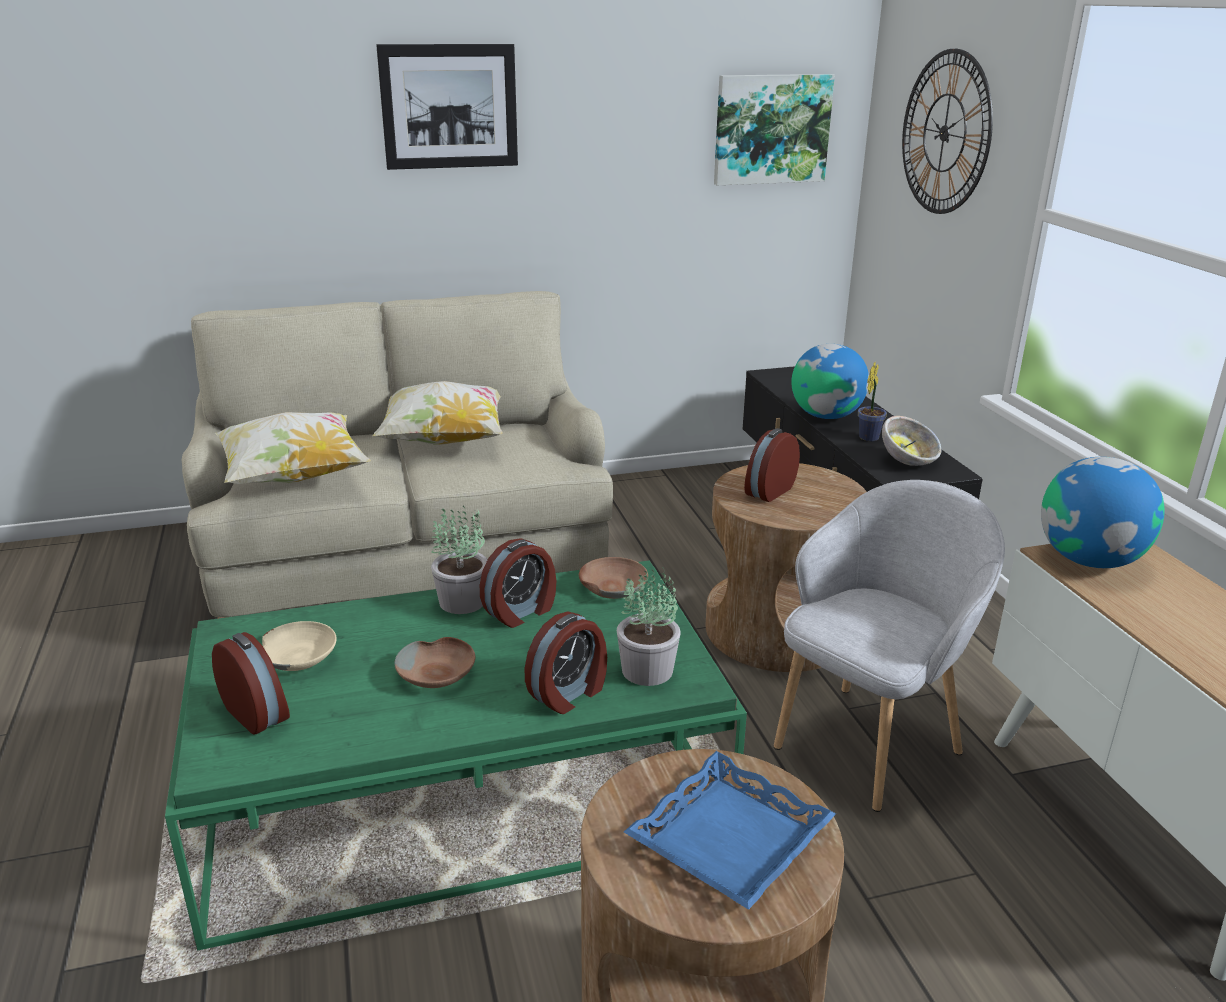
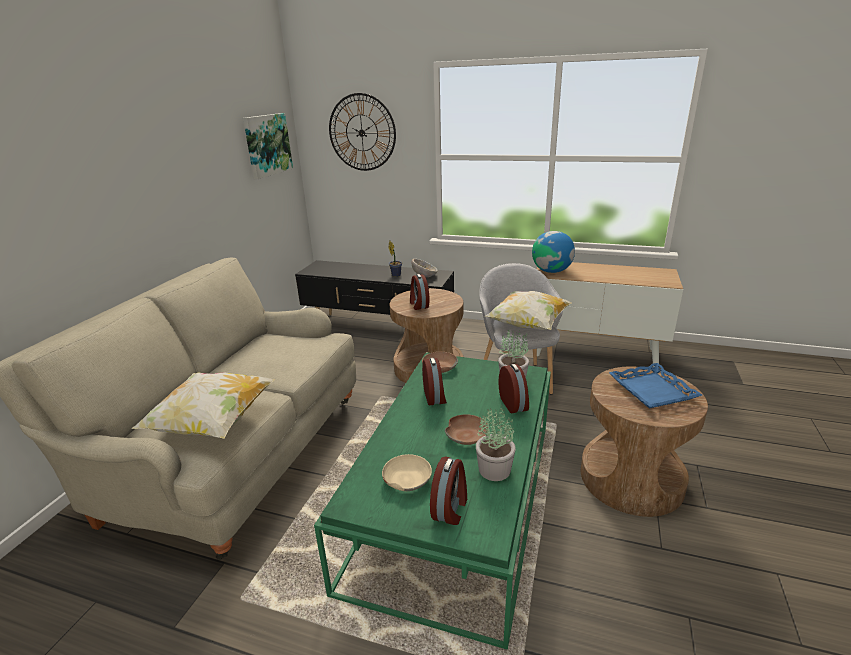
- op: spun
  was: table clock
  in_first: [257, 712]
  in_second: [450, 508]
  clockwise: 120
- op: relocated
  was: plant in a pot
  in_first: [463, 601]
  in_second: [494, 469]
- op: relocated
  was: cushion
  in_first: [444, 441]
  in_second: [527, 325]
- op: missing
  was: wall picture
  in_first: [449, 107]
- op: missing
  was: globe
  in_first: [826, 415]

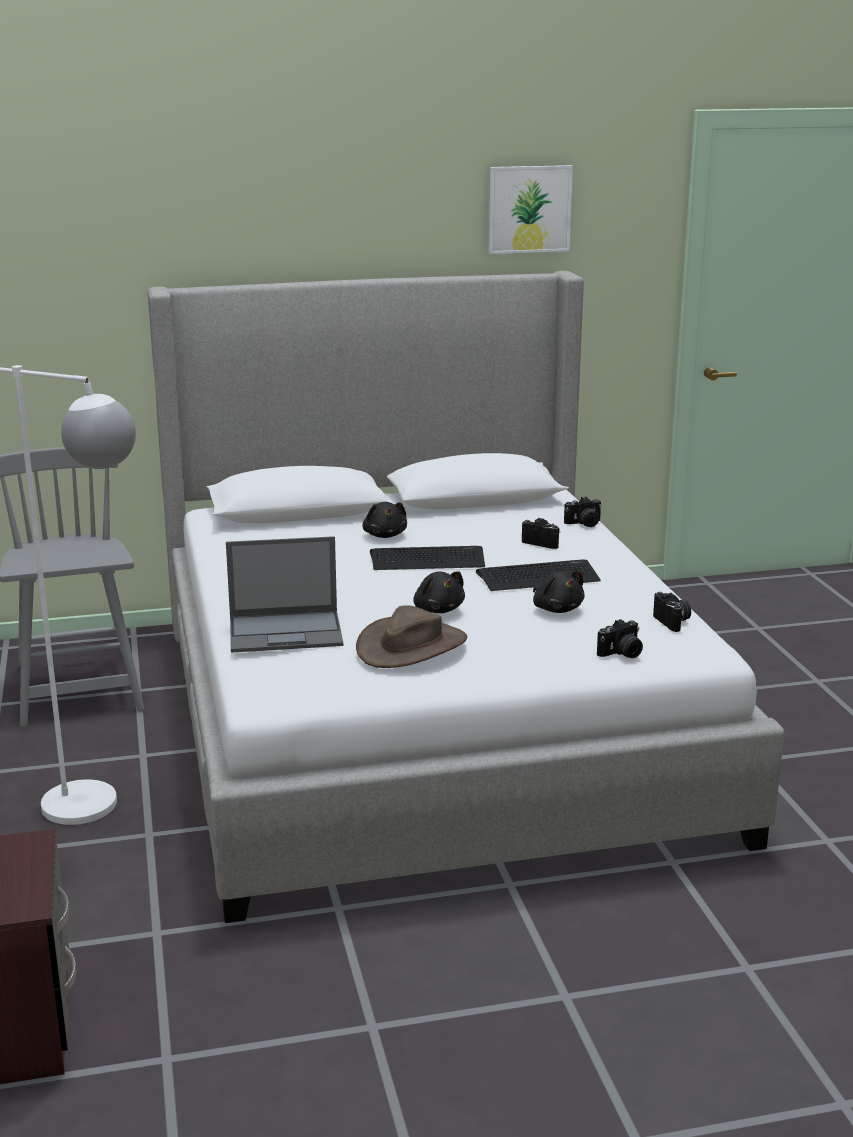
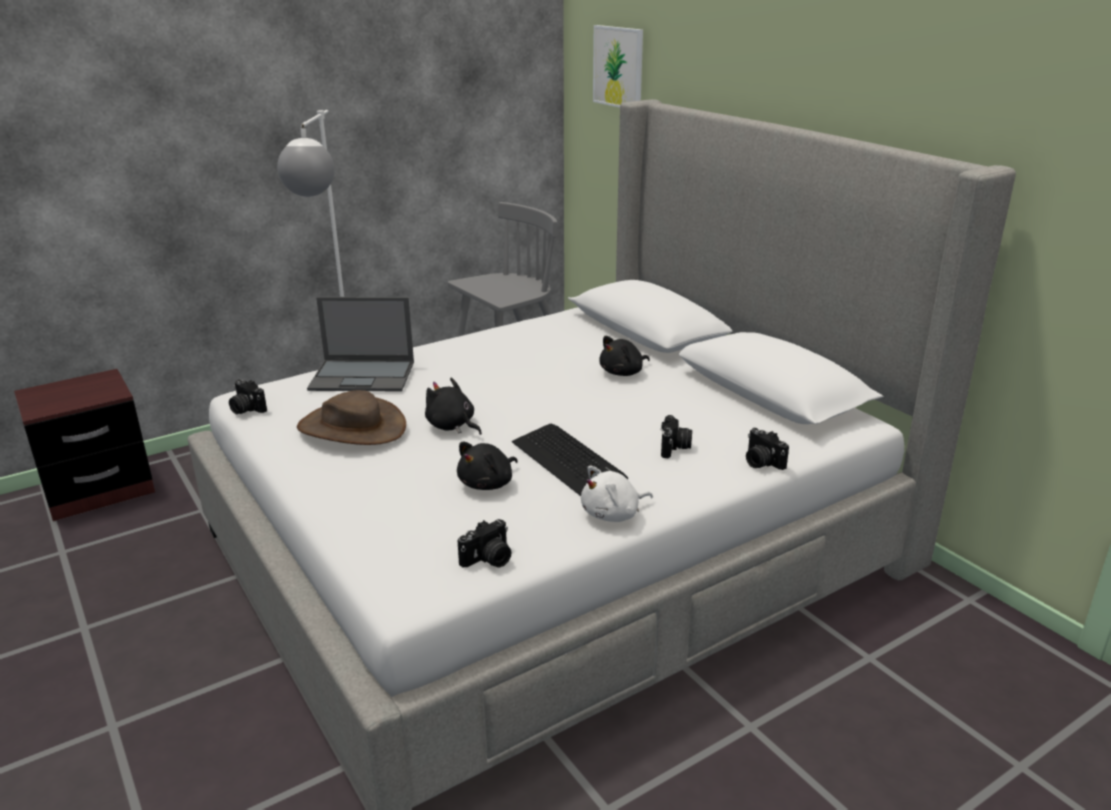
- op: relocated
  was: still camera
  in_first: [621, 653]
  in_second: [246, 409]
- op: spun
  was: laptop
  in_first: [287, 632]
  in_second: [364, 376]
  clockwise: -60
- op: spun
  was: black-coloured plush toy
  in_first: [438, 609]
  in_second: [452, 426]
  clockwise: 90
- op: appeared
  now: whitish plush toy
  in_second: [613, 514]
- op: relocated
  was: wall picture
  in_first: [529, 209]
  in_second: [618, 67]
- op: missing
  was: computer keyboard
  in_first: [427, 560]

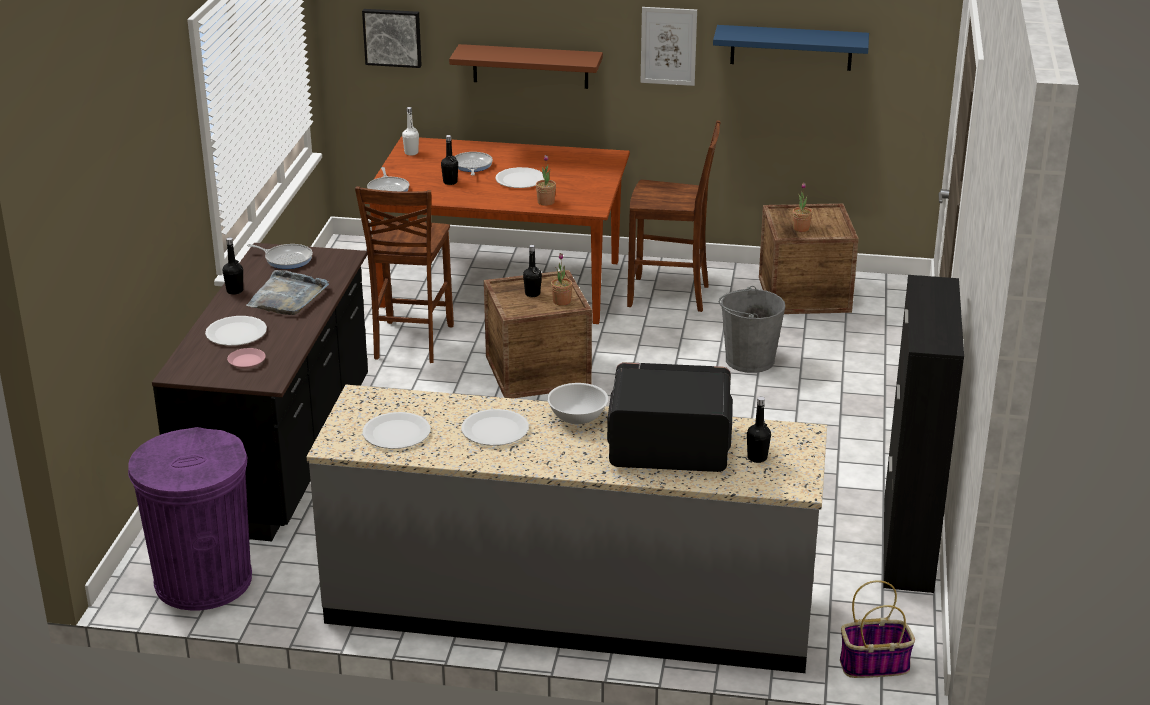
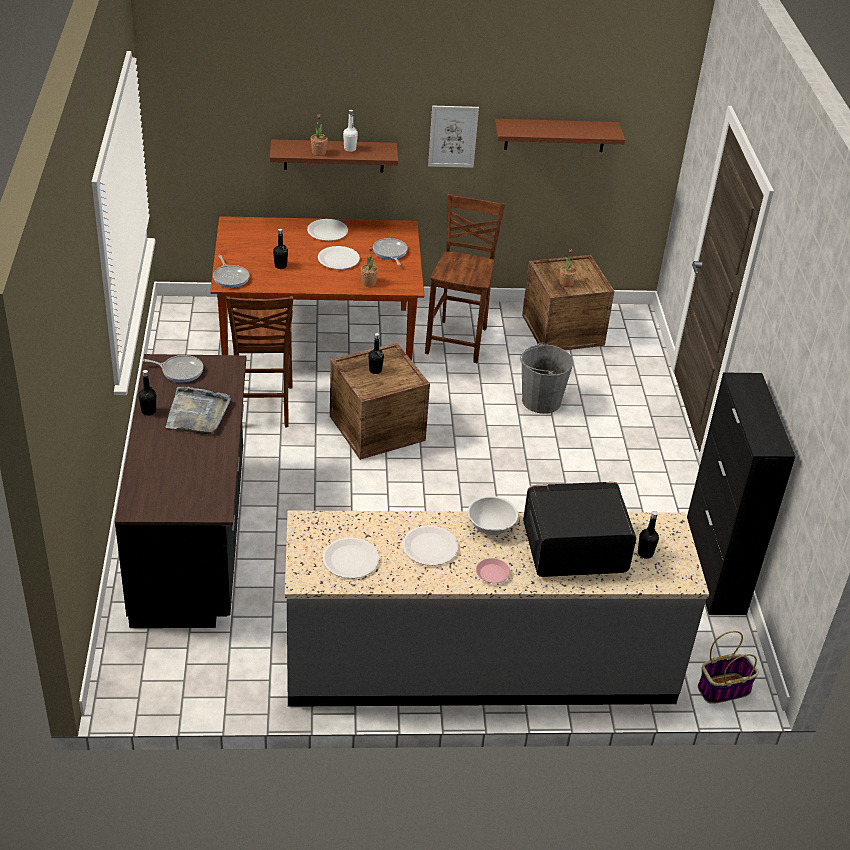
- op: relocated
  was: whitish flat dish
  in_first: [236, 333]
  in_second: [327, 231]
- op: relocated
  was: plant in a pot
  in_first: [561, 301]
  in_second: [319, 153]
- op: relocated
  was: whitish bottle
  in_first: [411, 153]
  in_second: [350, 149]
- op: relocated
  was: frying pan
  in_first: [472, 166]
  in_second: [390, 252]
- op: spun
  was: brownish chair
  in_first: [670, 296]
  in_second: [459, 340]
  clockwise: -75
- op: relocated
  was: pink flat dish
  in_first: [246, 361]
  in_second: [492, 573]
- op: colour
  was: bluish bracket shelf
  now: brownish bracket shelf
  in_first: [791, 47]
  in_second: [555, 135]
- op: missing
  was: purple trash can
  in_first: [203, 581]
- op: missing
  was: wall picture
  in_first: [392, 37]

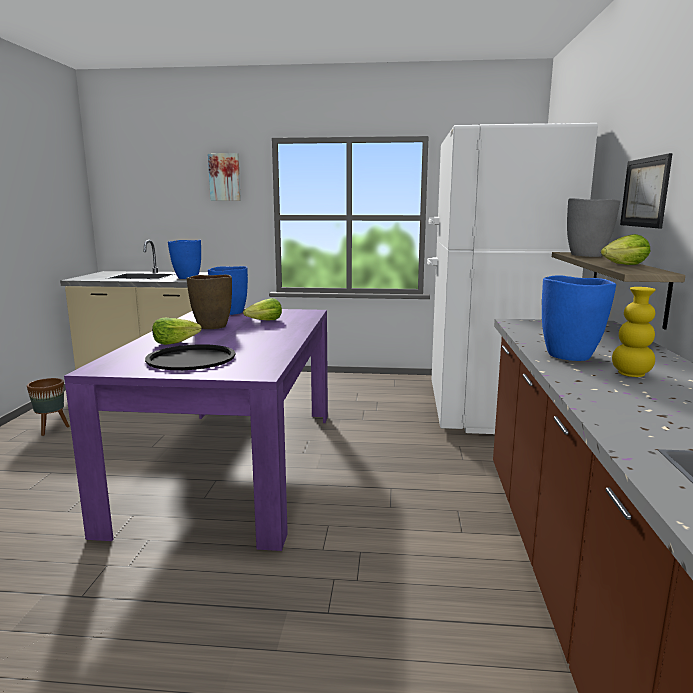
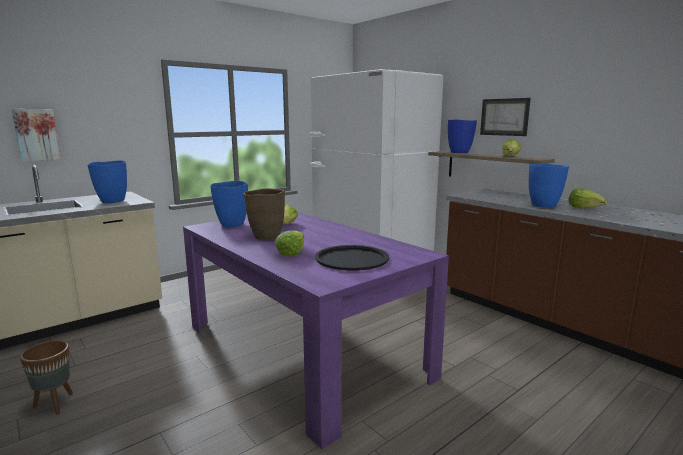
- op: relocated
  was: wall picture
  in_first: [225, 177]
  in_second: [36, 134]
- op: colour
  was: gray vase
  now: bluish vase
  in_first: [587, 255]
  in_second: [459, 153]
- op: exchanged
  was: yellow vase
  now: lettuce head
  in_first: [631, 374]
  in_second: [585, 208]

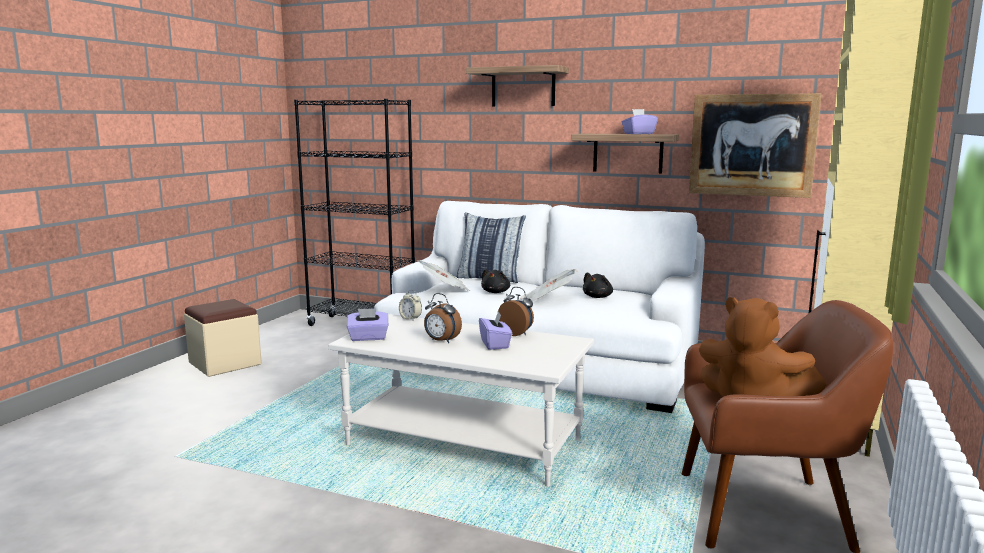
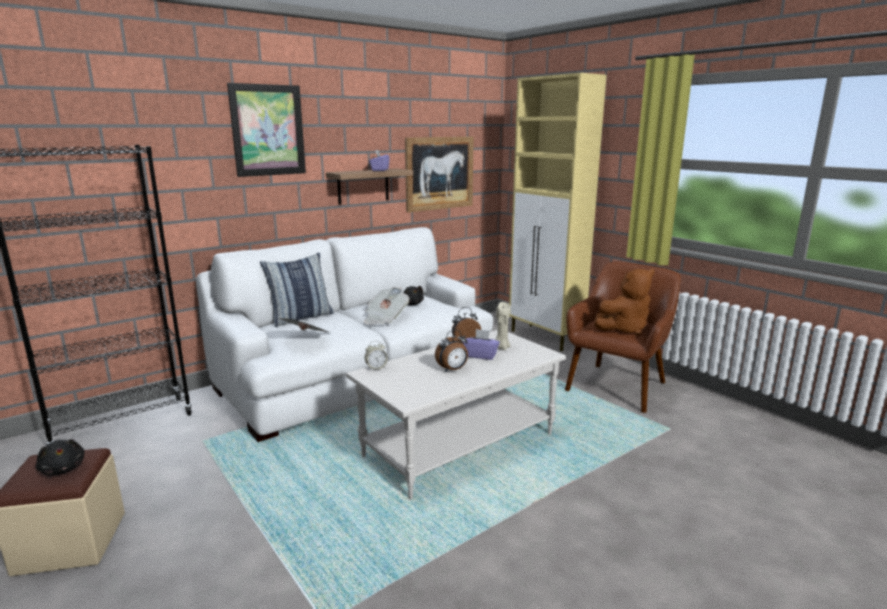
- op: relocated
  was: black-coloured plush toy
  in_first: [496, 292]
  in_second: [63, 469]
- op: exchanged
  was: bracket shelf
  now: wall picture
  in_first: [523, 87]
  in_second: [268, 130]
- op: appeared
  now: beige-coloured candle
  in_second: [501, 347]
- op: missing
  was: purple tissue box
  in_first: [368, 338]

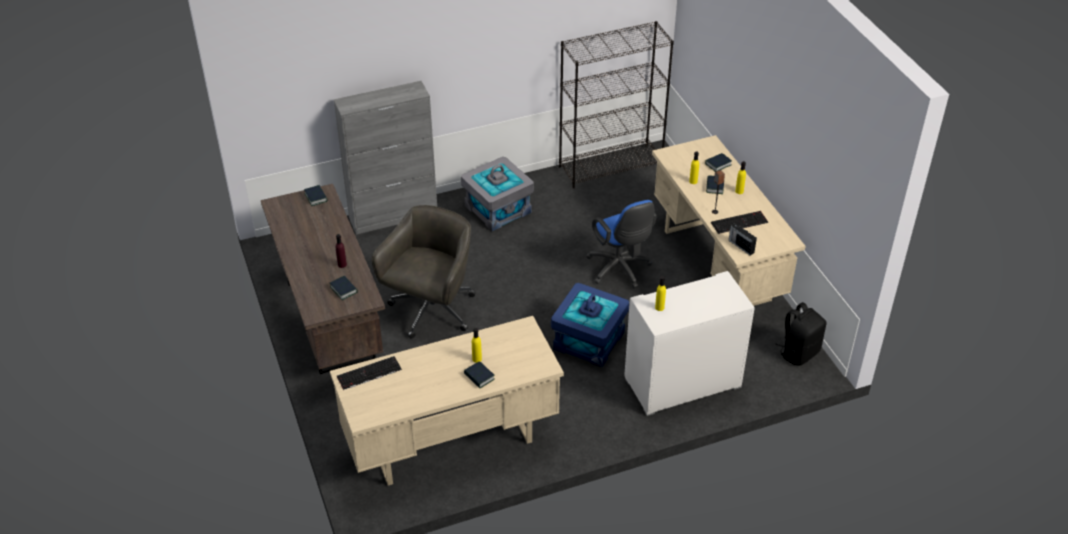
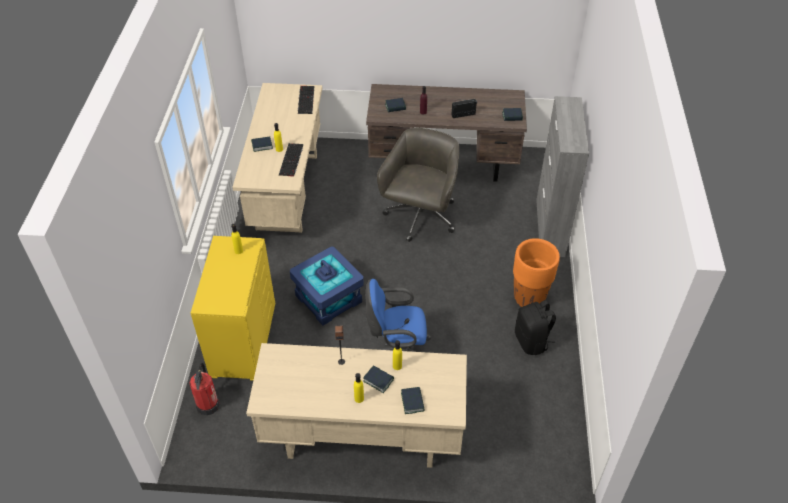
- op: appeared
  now: extinguisher
  in_second: [208, 404]
- op: colour
  was: whitish dresser
  now: yellow dresser
  in_first: [682, 383]
  in_second: [242, 339]
- op: relocated
  was: computer keyboard
  in_first: [739, 222]
  in_second: [291, 160]
- op: spun
  was: gray office chair
  in_first: [431, 311]
  in_second: [420, 217]
  clockwise: -120
- op: relocated
  was: radio set
  in_first: [741, 246]
  in_second: [464, 115]
- op: exchanged
  was: gray storage box
  now: orange-coloured planter
  in_first: [497, 209]
  in_second: [529, 298]
- op: relocated
  was: black-coloured knapsack
  in_first: [799, 352]
  in_second: [532, 341]
- op: missing
  was: black-coloured bookcase
  in_first: [611, 166]

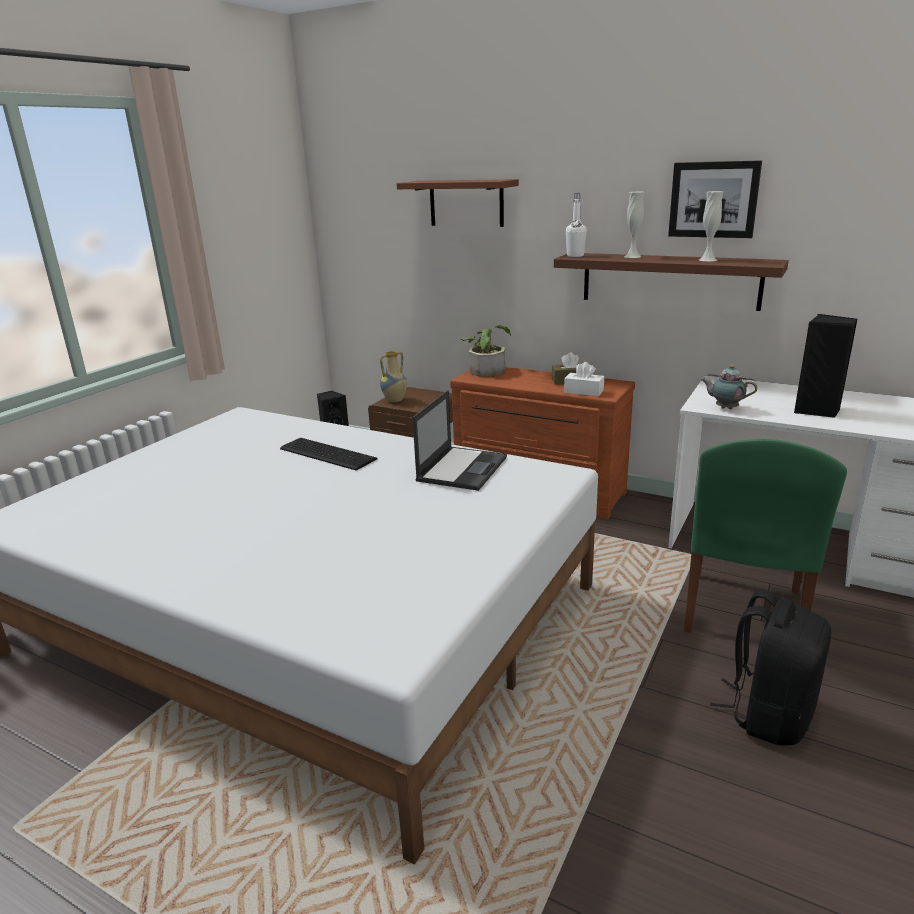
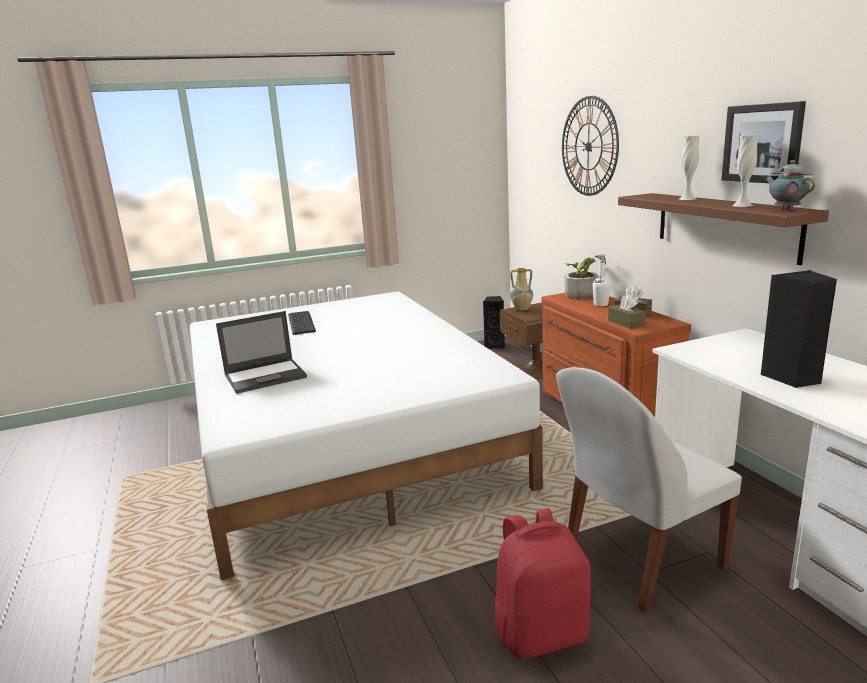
- op: relocated
  was: laptop
  in_first: [462, 468]
  in_second: [266, 376]
- op: relocated
  was: computer keyboard
  in_first: [328, 453]
  in_second: [302, 322]
- op: colour
  was: black-coloured knapsack
  now: red knapsack
  in_first: [768, 714]
  in_second: [541, 633]
- op: colour
  was: green-coloured chair
  now: whitish chair
  in_first: [742, 613]
  in_second: [639, 560]
- op: exchanged
  was: brownish bracket shelf
  now: clock on the wall
  in_first: [466, 203]
  in_second: [588, 146]
- op: relocated
  was: whitish bottle
  in_first: [575, 256]
  in_second: [601, 304]
- op: colour
  was: whitish tissue box
  now: brownish tissue box
  in_first: [583, 391]
  in_second: [626, 323]
- op: relocated
  was: teapot
  in_first: [725, 408]
  in_second: [785, 209]

